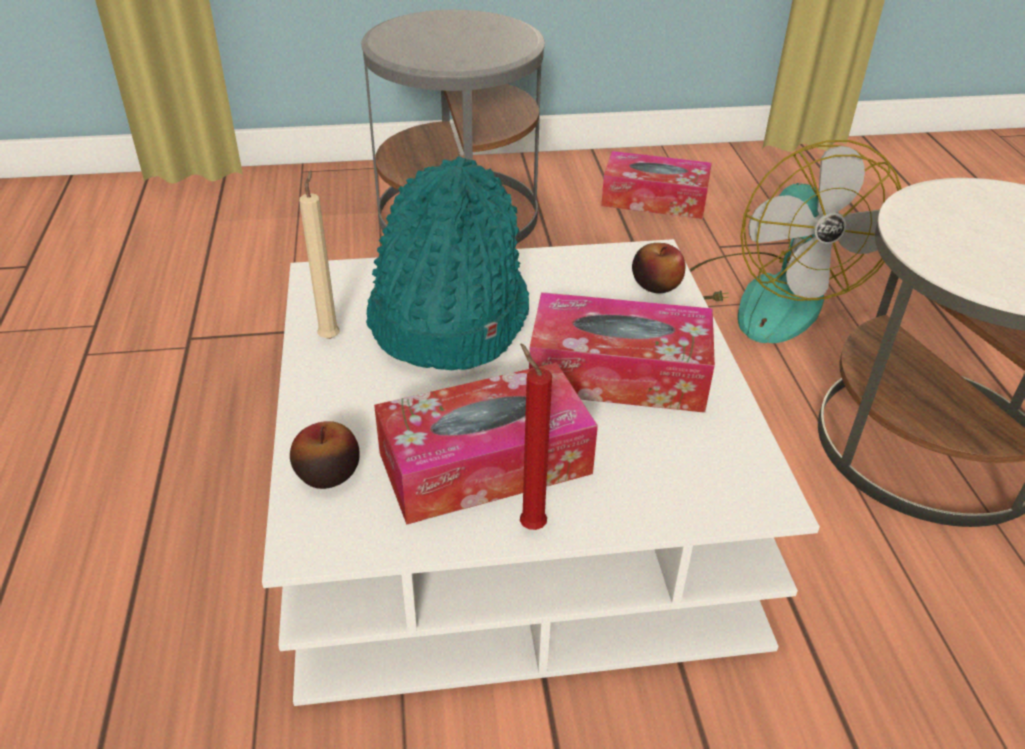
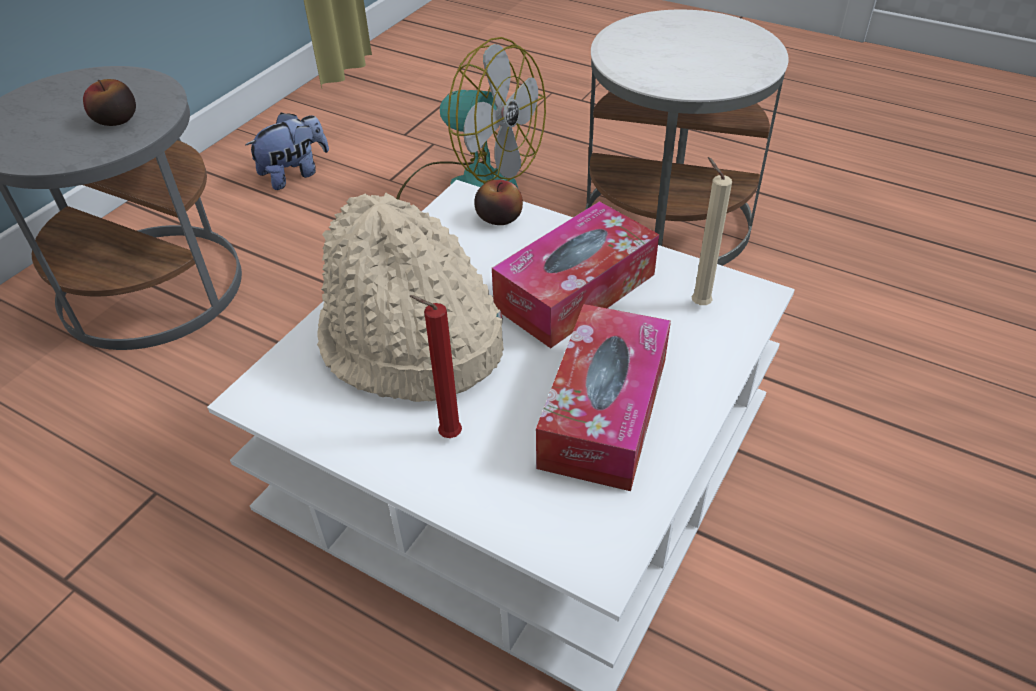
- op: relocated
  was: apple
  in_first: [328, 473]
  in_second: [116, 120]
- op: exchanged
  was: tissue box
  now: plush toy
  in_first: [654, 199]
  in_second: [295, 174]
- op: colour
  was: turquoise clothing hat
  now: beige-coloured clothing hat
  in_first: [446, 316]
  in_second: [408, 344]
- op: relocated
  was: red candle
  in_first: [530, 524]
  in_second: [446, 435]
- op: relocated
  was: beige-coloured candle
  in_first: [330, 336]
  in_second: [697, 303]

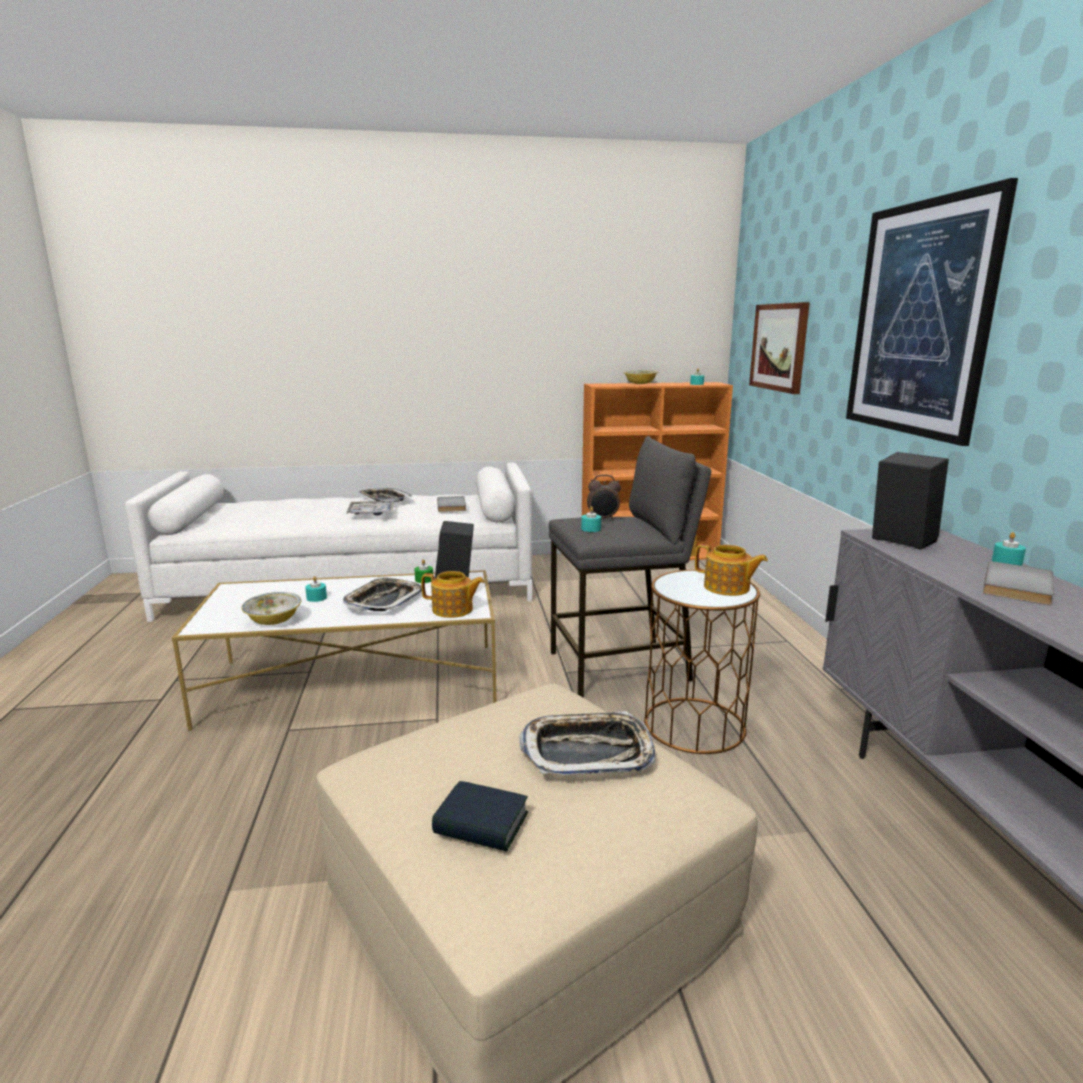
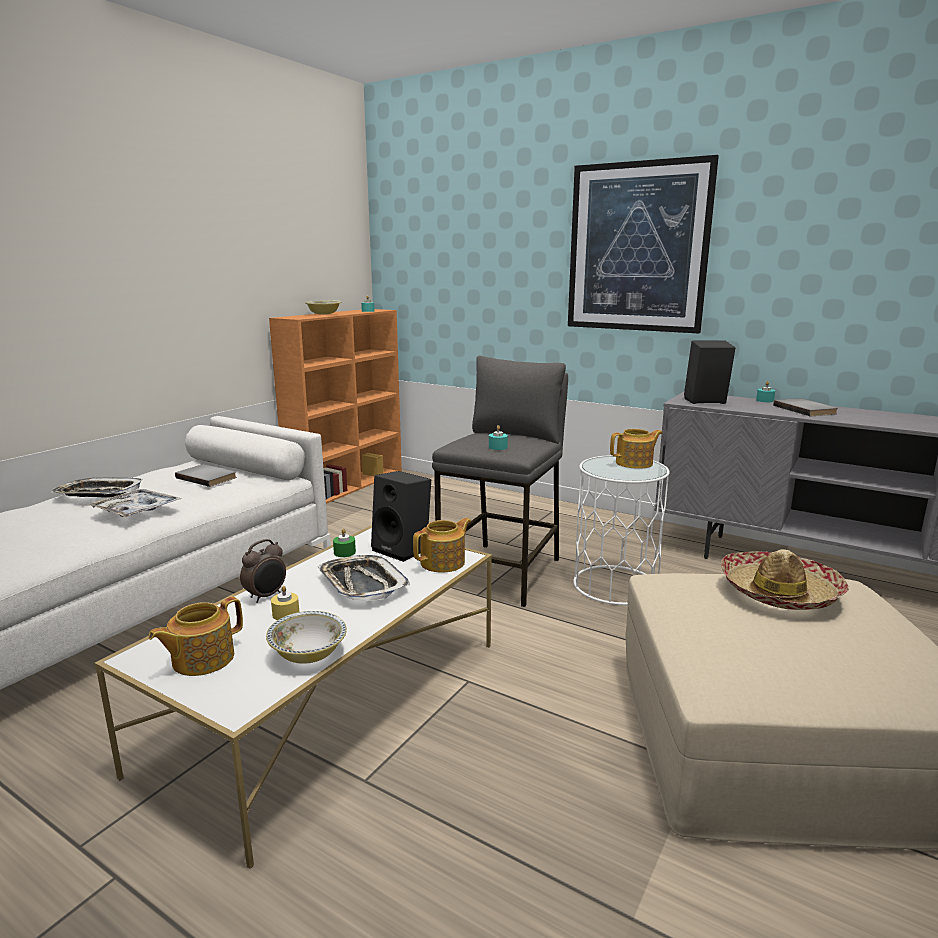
- op: appeared
  now: teapot
  in_second: [201, 659]
- op: relocated
  was: table clock
  in_first: [603, 519]
  in_second: [266, 596]
- op: colour
  was: turquoise candle
  now: yellow candle
  in_first: [316, 598]
  in_second: [286, 614]
- op: colour
  was: brownish end table
  now: whitish end table
  in_first: [695, 725]
  in_second: [615, 585]
- op: exchanged
  was: carrying tray
  now: clothing hat
  in_first: [587, 752]
  in_second: [779, 592]
- op: missing
  was: bound book
  in_first: [481, 824]
- op: missing
  was: wall picture
  in_first: [779, 347]

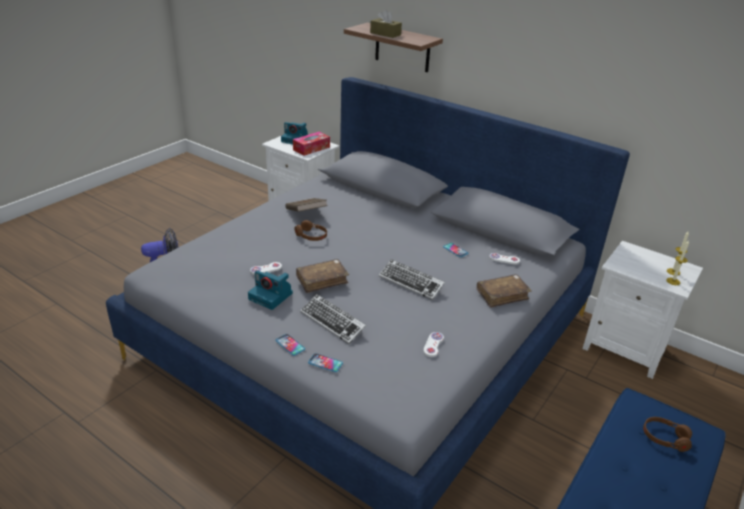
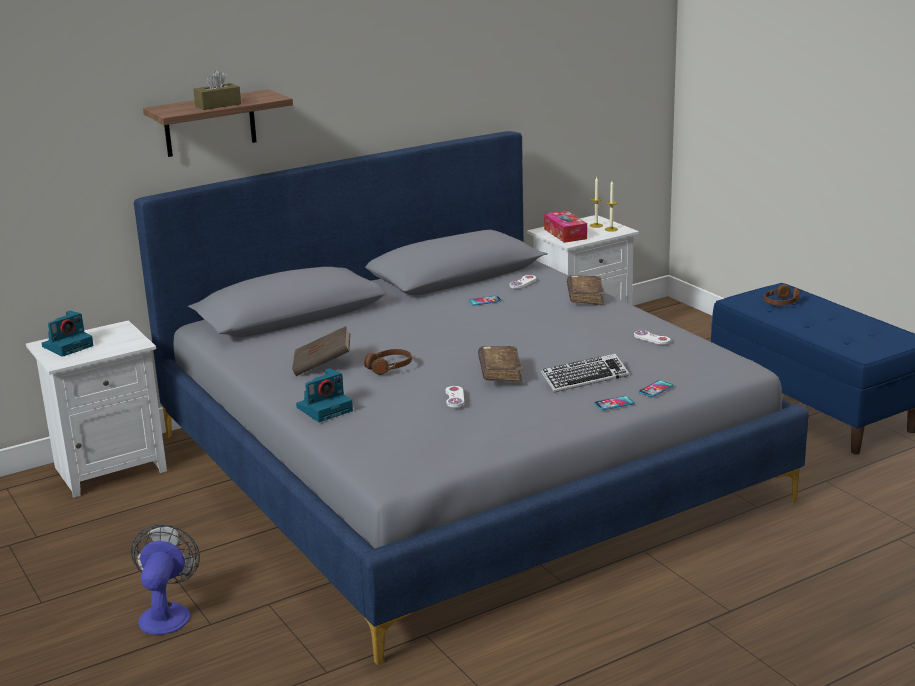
- op: relocated
  was: still camera
  in_first: [271, 296]
  in_second: [325, 408]
- op: relocated
  was: tissue box
  in_first: [311, 148]
  in_second: [565, 234]
- op: missing
  was: computer keyboard
  in_first: [411, 283]

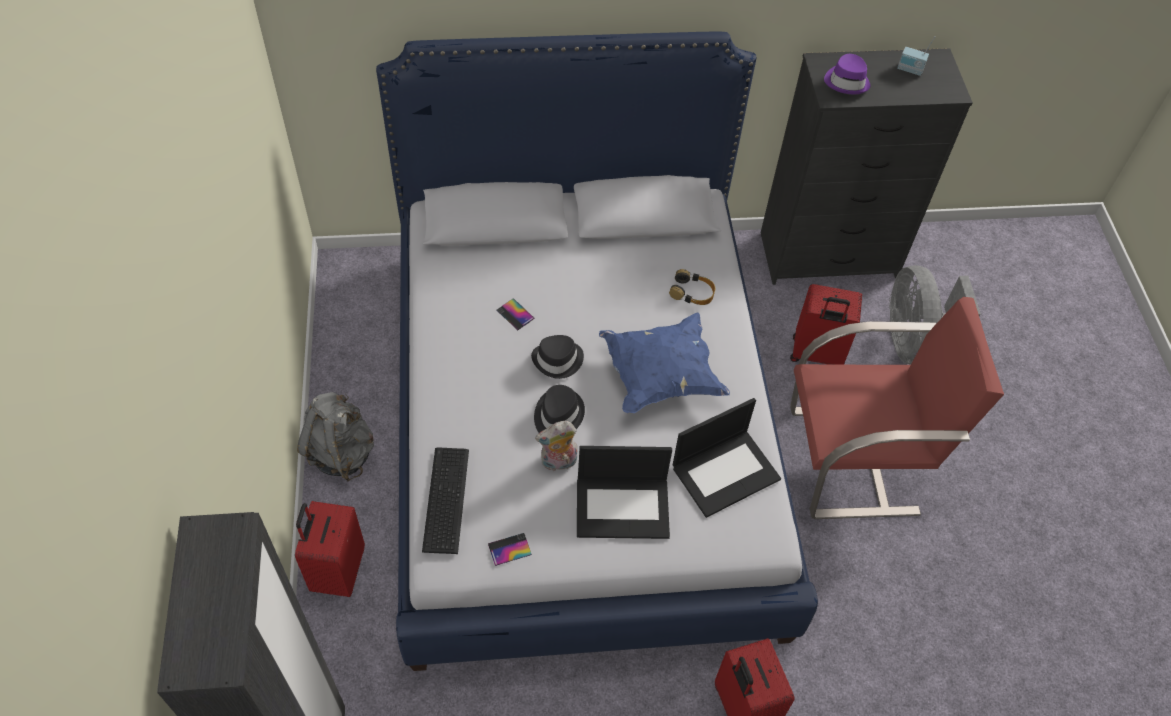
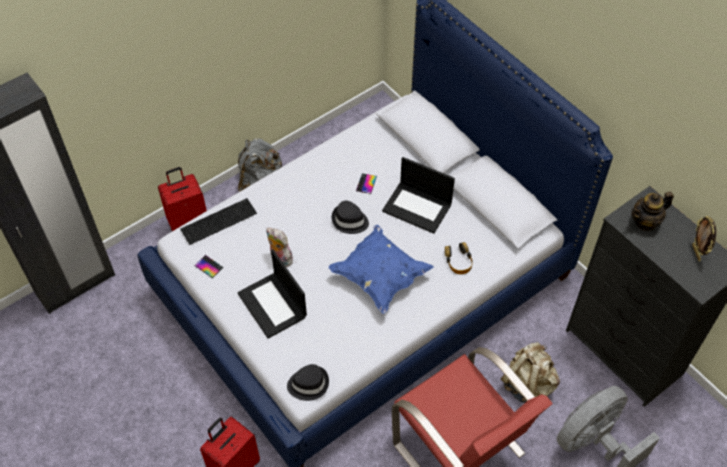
- op: relocated
  was: black-coloured clothing hat
  in_first: [557, 415]
  in_second: [308, 384]
- op: relocated
  was: laptop
  in_first: [726, 472]
  in_second: [418, 207]
- op: exchanged
  was: red suitcase
  now: beige-coloured knapsack
  in_first: [816, 354]
  in_second: [528, 385]
- op: exchanged
  was: purple clothing hat
  now: teapot
  in_first: [847, 82]
  in_second: [645, 222]
- op: exchanged
  was: radio set
  now: photo frame
  in_first: [909, 70]
  in_second: [696, 253]

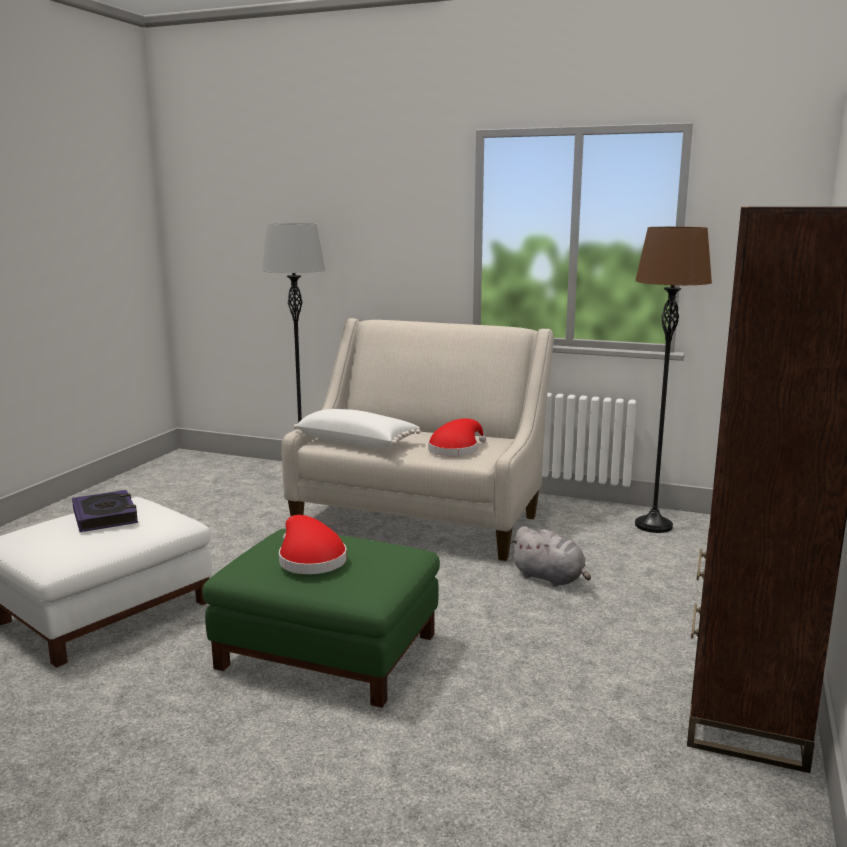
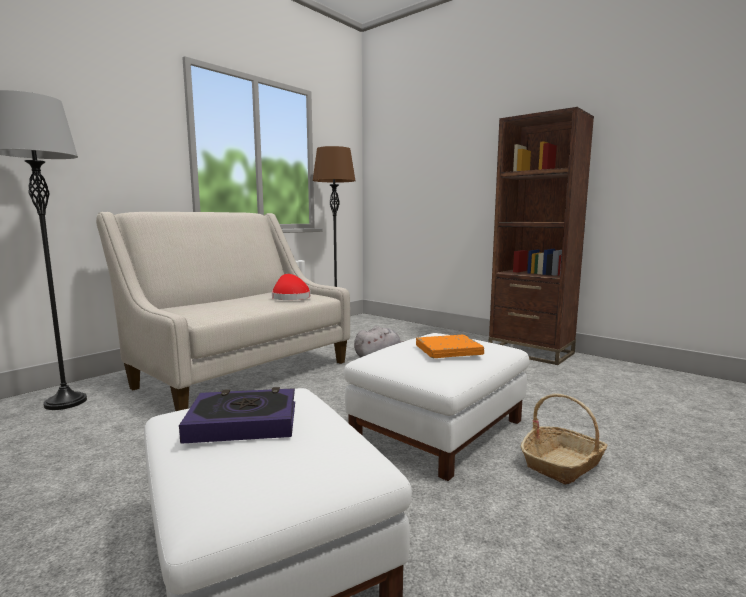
- op: colour
  was: green-coloured pouffe
  now: whitish pouffe
  in_first: [329, 650]
  in_second: [437, 428]
- op: exchanged
  was: red clothing hat
  now: orange-coloured bound book
  in_first: [309, 560]
  in_second: [448, 351]
- op: appeared
  now: household basket
  in_second: [562, 464]
- op: missing
  was: whitish cushion
  in_first: [357, 442]

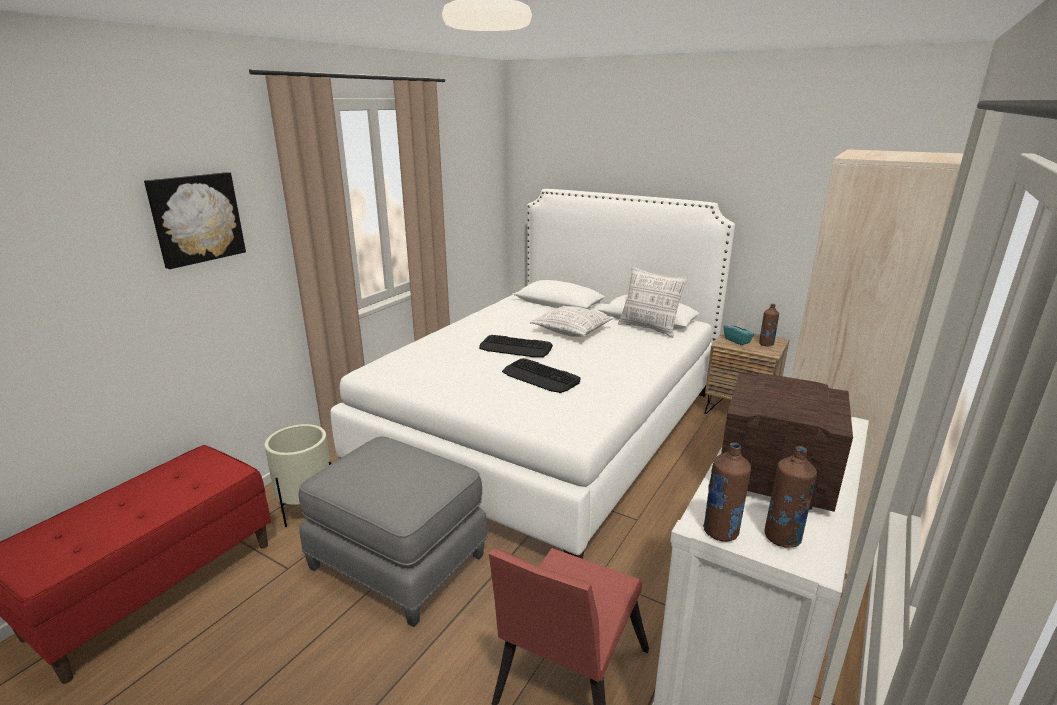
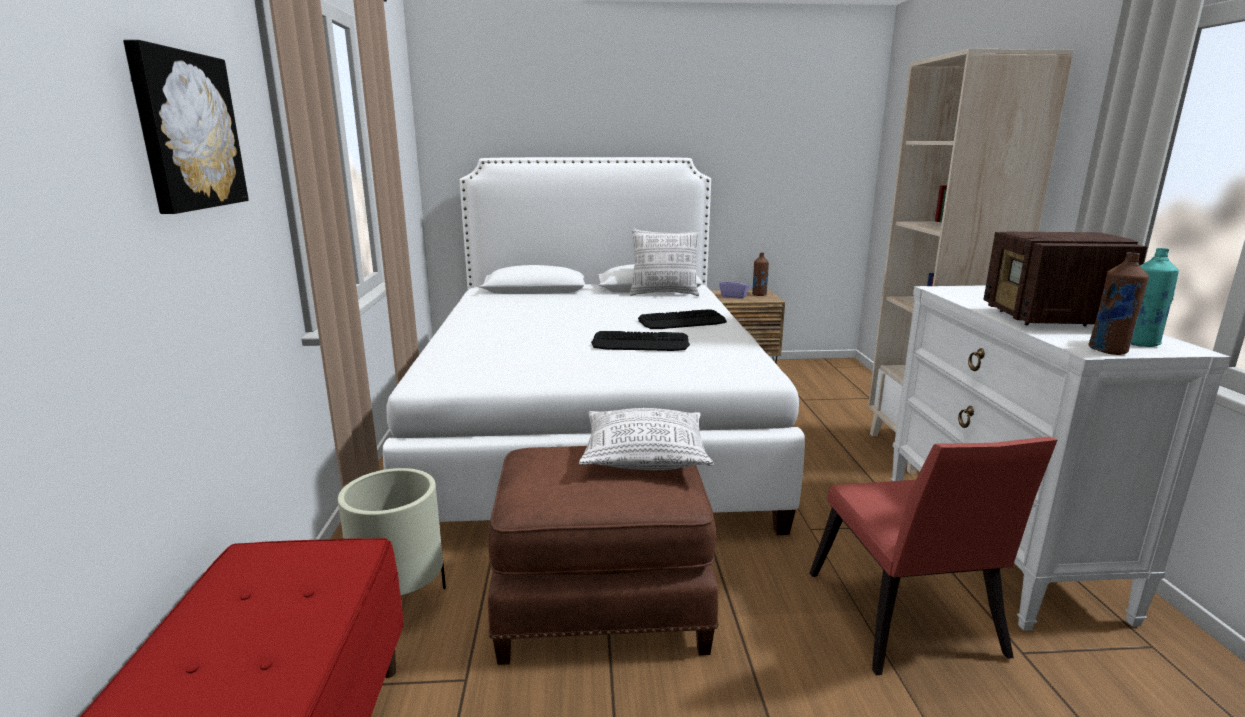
- op: colour
  was: gray pouffe
  now: brownish pouffe
  in_first: [399, 560]
  in_second: [602, 602]
- op: relocated
  was: cushion
  in_first: [572, 331]
  in_second: [645, 457]
- op: relocated
  was: computer keyboard
  in_first: [515, 347]
  in_second: [682, 321]
- op: colour
  was: turquoise tissue box
  now: purple tissue box
  in_first: [737, 341]
  in_second: [734, 296]
- op: spun
  was: radio set
  in_first: [772, 476]
  in_second: [1049, 319]
  clockwise: -75
- op: colour
  was: brownish bottle
  now: turquoise bottle
  in_first: [782, 537]
  in_second: [1139, 343]

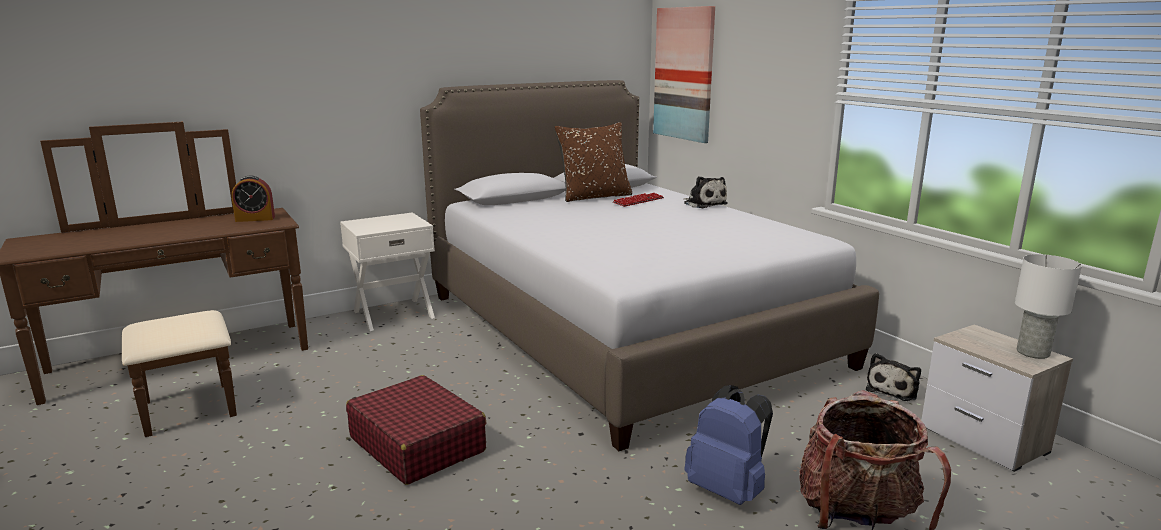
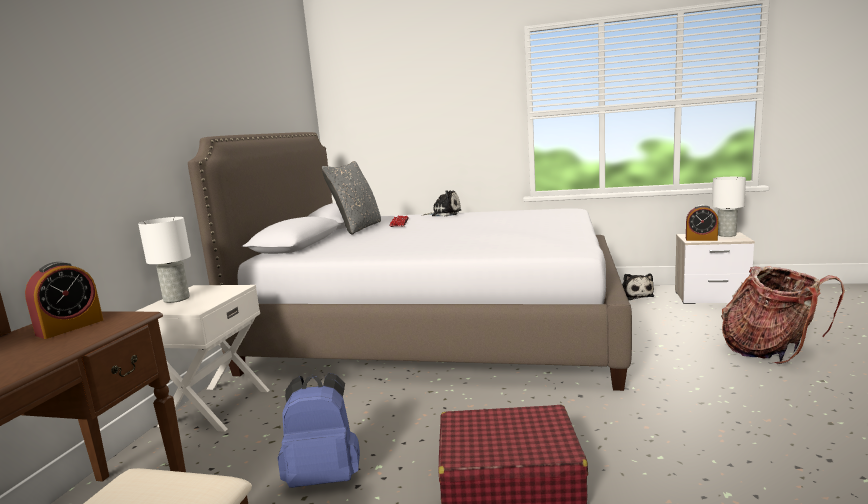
- op: appeared
  now: whitish table lamp
  in_second: [175, 299]
- op: relocated
  was: bluish knapsack
  in_first: [728, 490]
  in_second: [325, 476]
- op: colour
  was: brownish cushion
  now: gray cushion
  in_first: [594, 196]
  in_second: [358, 228]
- op: appeared
  now: table clock
  in_second: [701, 239]
- op: missing
  was: wall picture
  in_first: [684, 74]

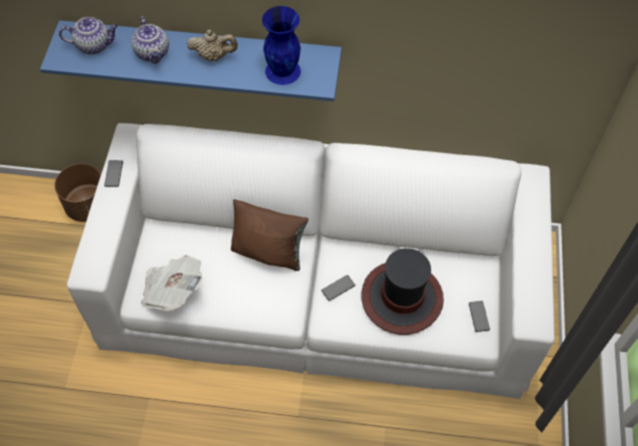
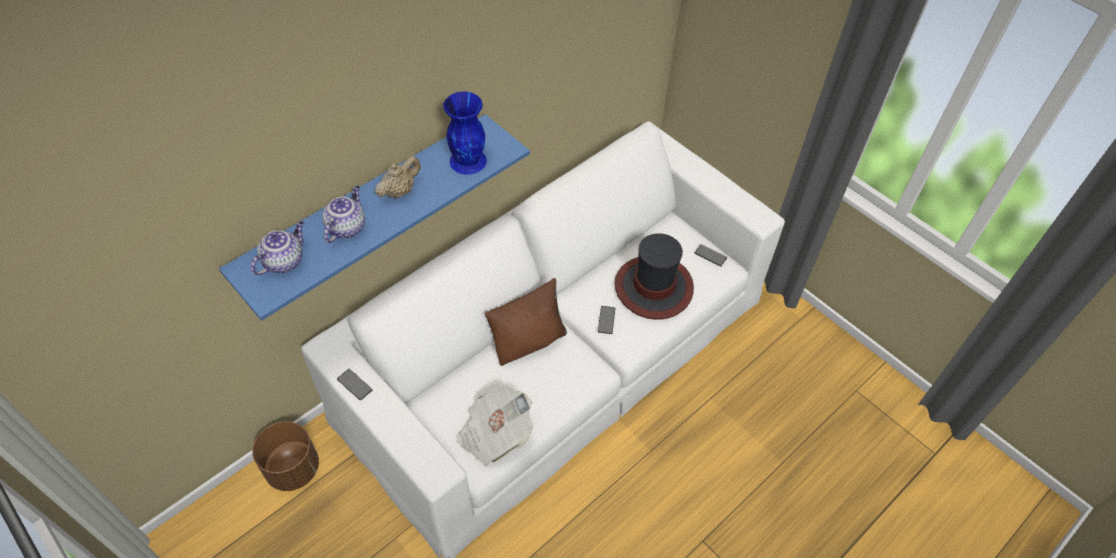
- op: spun
  was: teapot
  in_first: [153, 53]
  in_second: [346, 227]
  clockwise: -90

